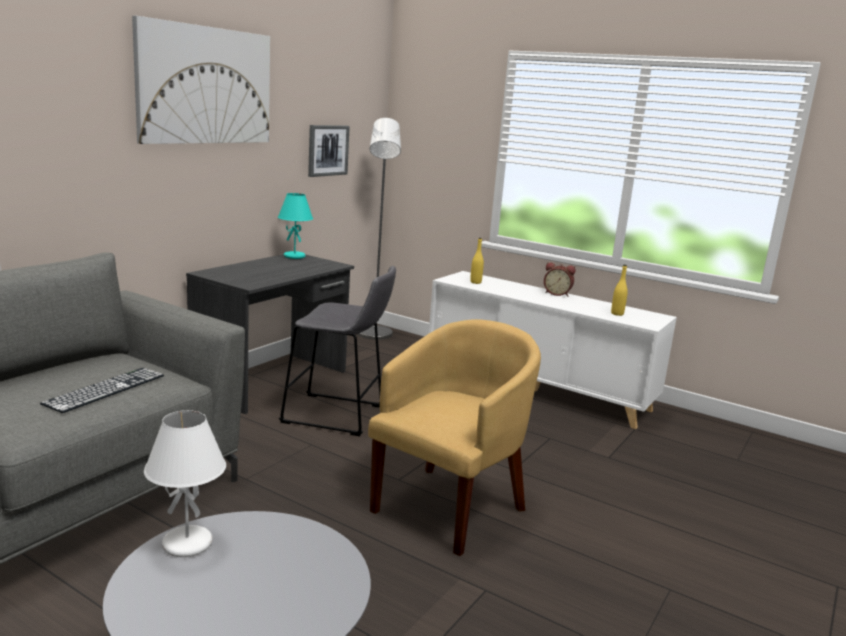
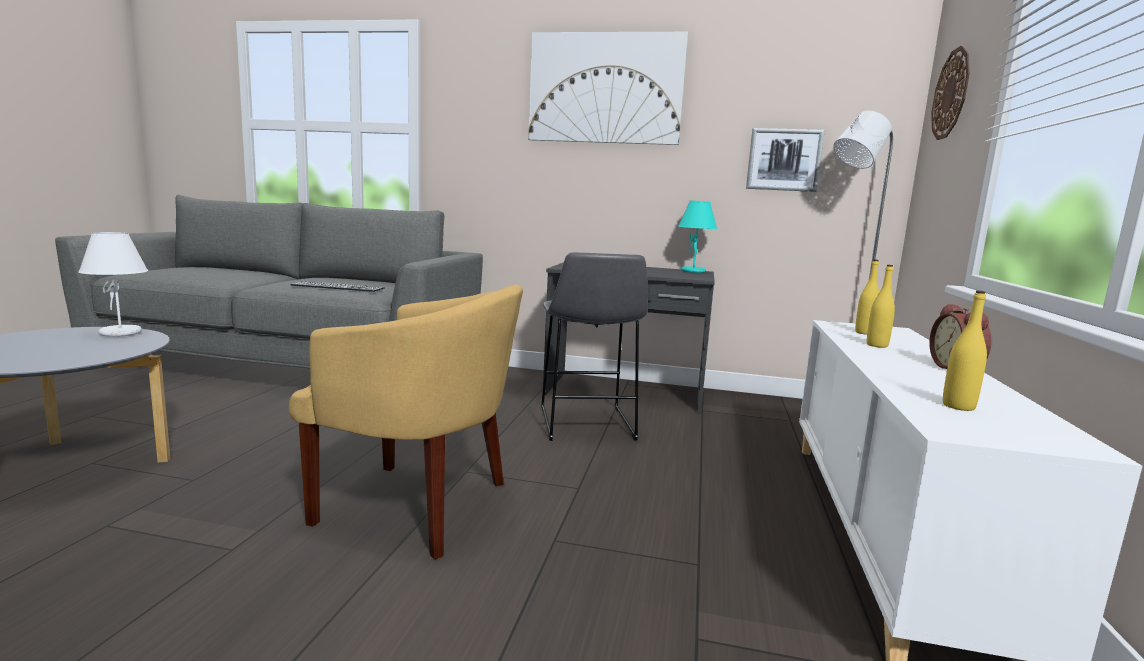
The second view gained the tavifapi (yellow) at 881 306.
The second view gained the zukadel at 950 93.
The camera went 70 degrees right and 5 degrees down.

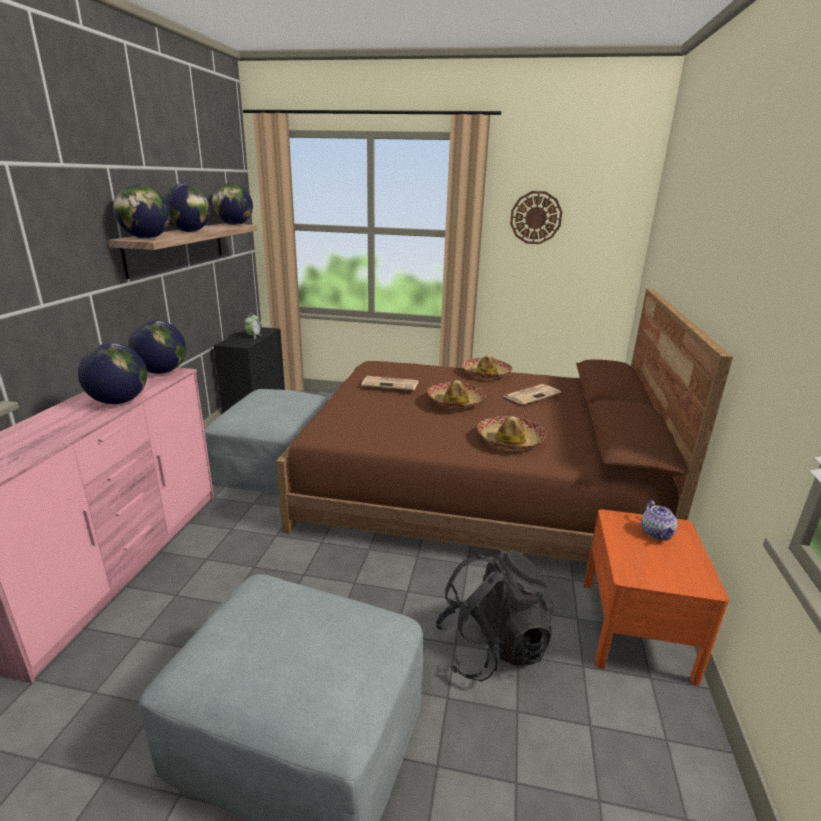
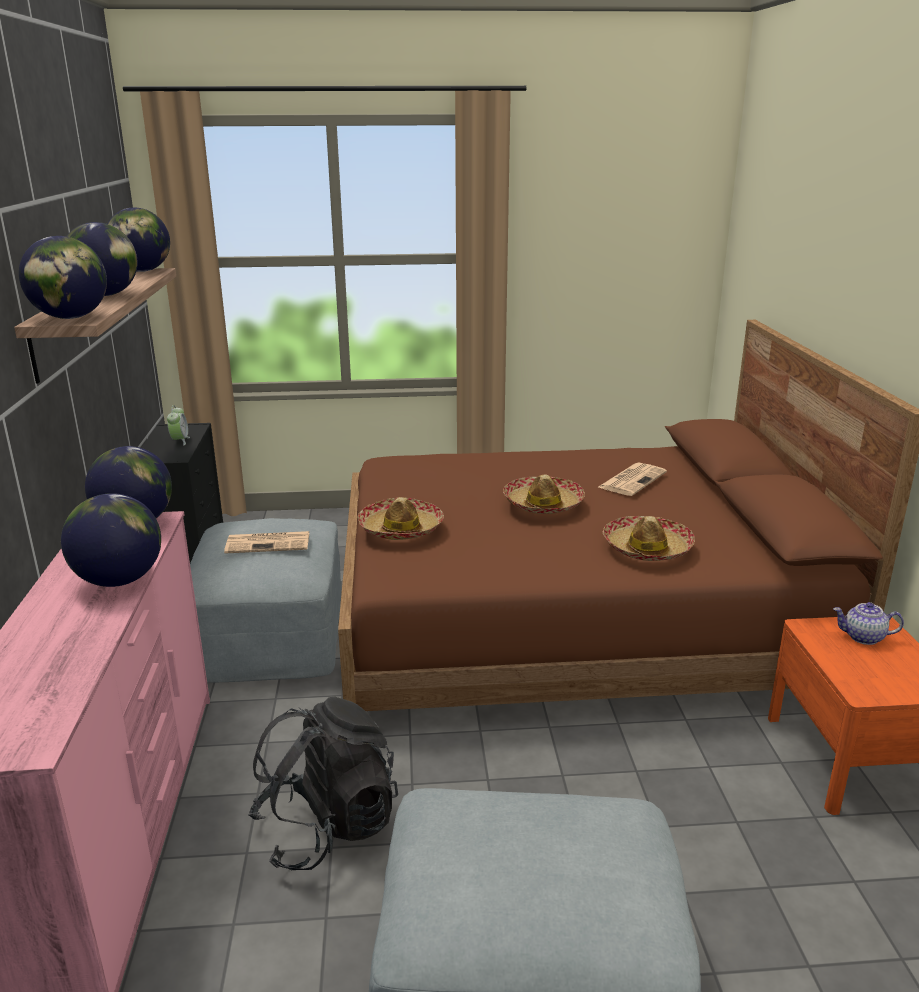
The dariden ended up elsewhere, having gone from 390 383 to 266 542.
The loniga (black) ended up elsewhere, having gone from 495 616 to 323 784.
The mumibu ended up elsewhere, having gone from 487 367 to 400 518.
The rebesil at 659 520 ended up facing another way, 120 degrees clockwise from before.
The second view lost the zukadel at 536 217.
The camera went 15 degrees left and 0 degrees up.

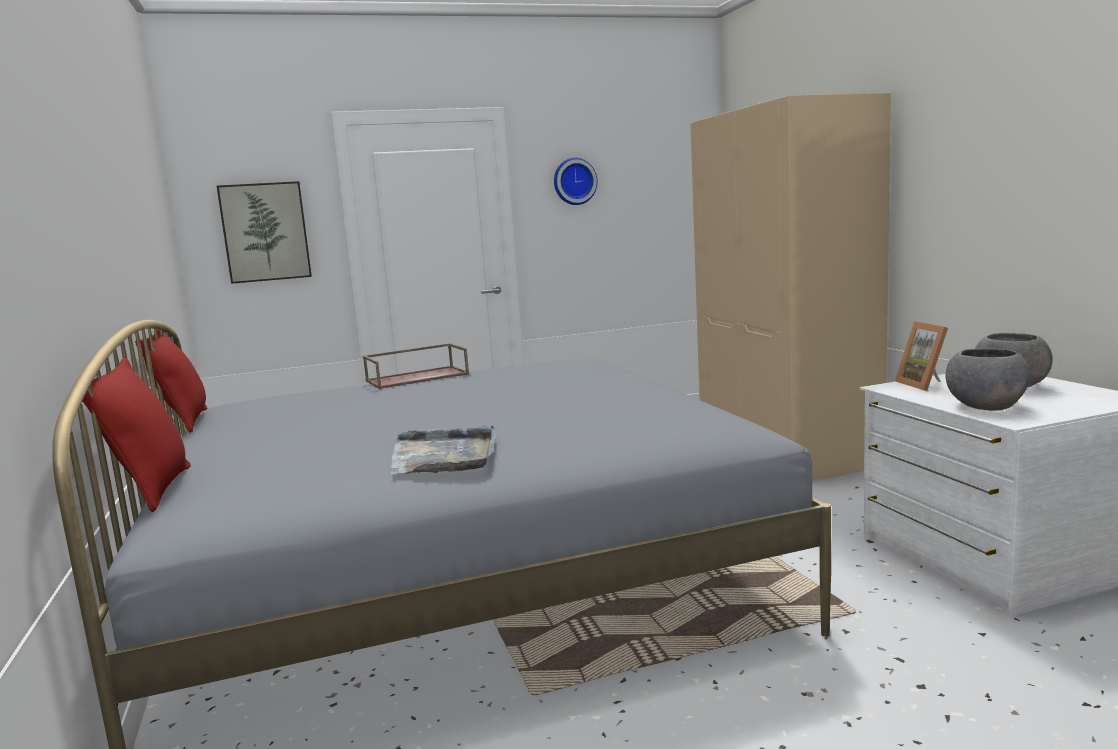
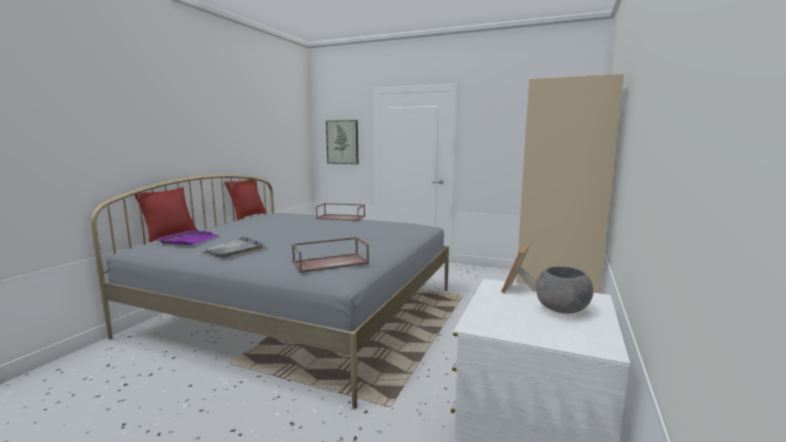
The second view gained the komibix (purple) at 189 237.
The second view gained the komibix (brown) at 330 255.
The second view lost the zukadel at 575 181.
The second view lost the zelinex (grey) at 987 379.
The camera went 40 degrees right and 0 degrees up.

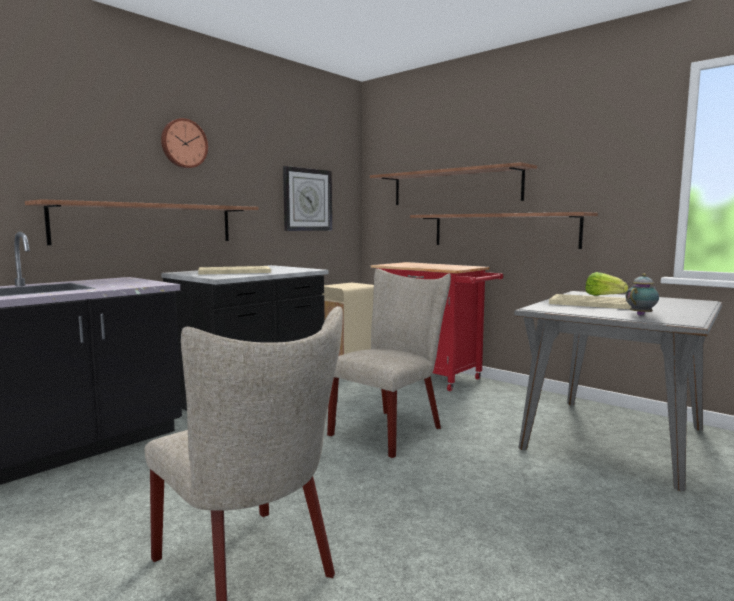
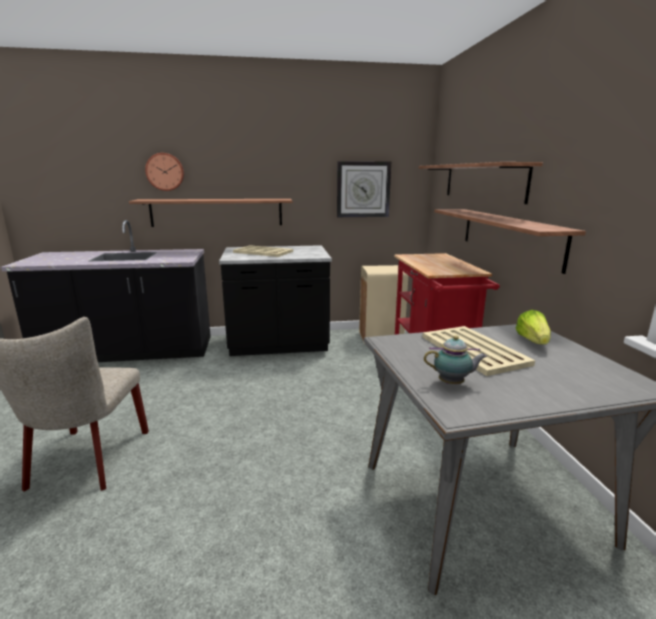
The zukadel ended up elsewhere, having gone from 184 143 to 164 172.
The second view lost the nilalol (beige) at 389 363.
The camera went 40 degrees right and 10 degrees up.

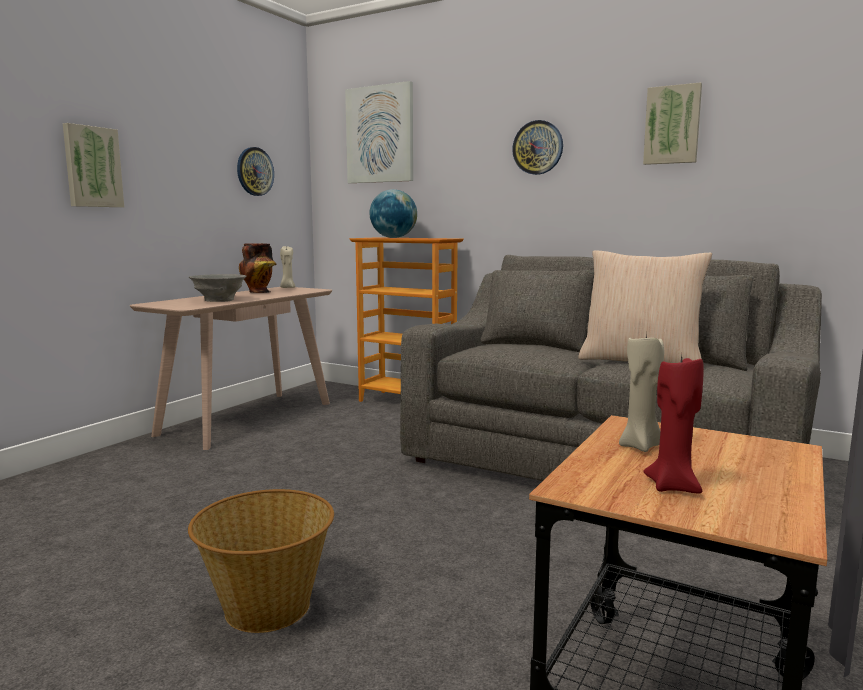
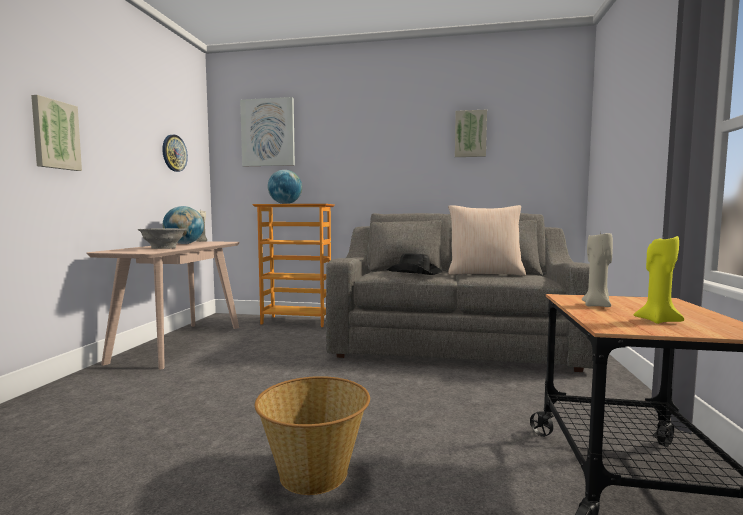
Where the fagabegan stood at 258 268, the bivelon came to stand at 183 225.
The second view gained the mumibu (black) at 414 264.
What was the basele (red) at 673 424 turned into the basele (yellow) at 658 279.
The second view lost the zukadel at 537 147.
The camera went 20 degrees left and 5 degrees down.

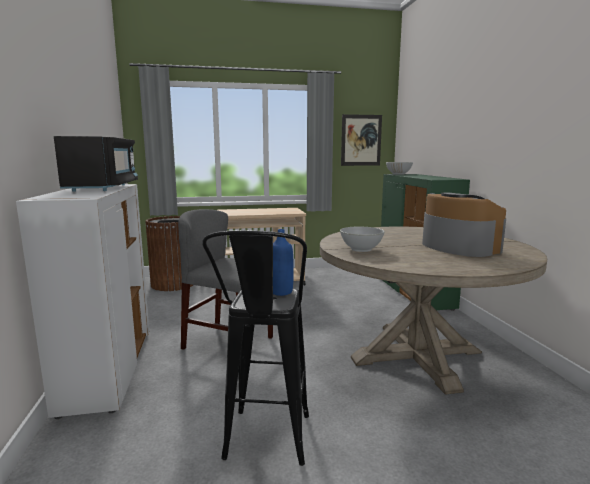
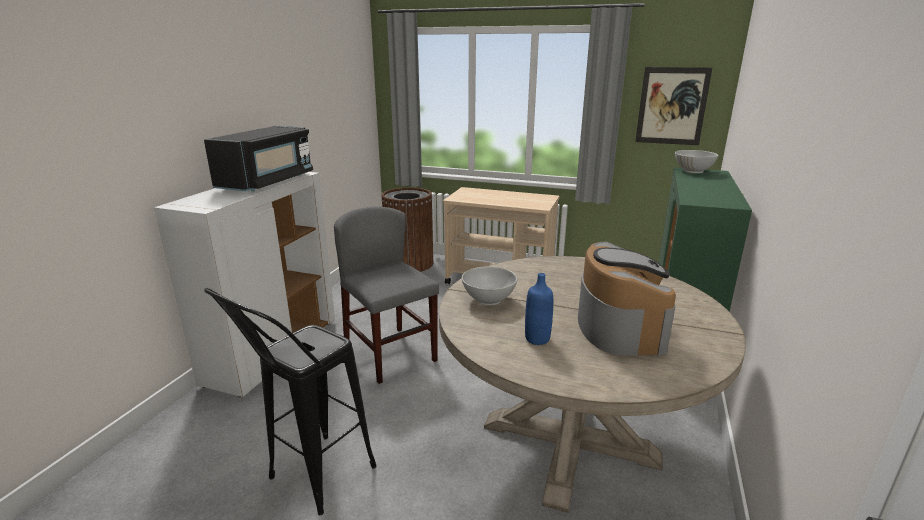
The tavifapi (blue) ended up elsewhere, having gone from 283 262 to 539 309.
The camera went 30 degrees right and 10 degrees up.

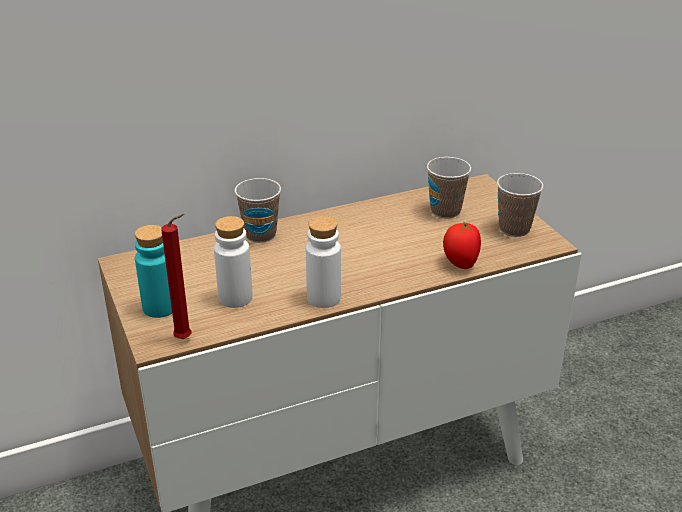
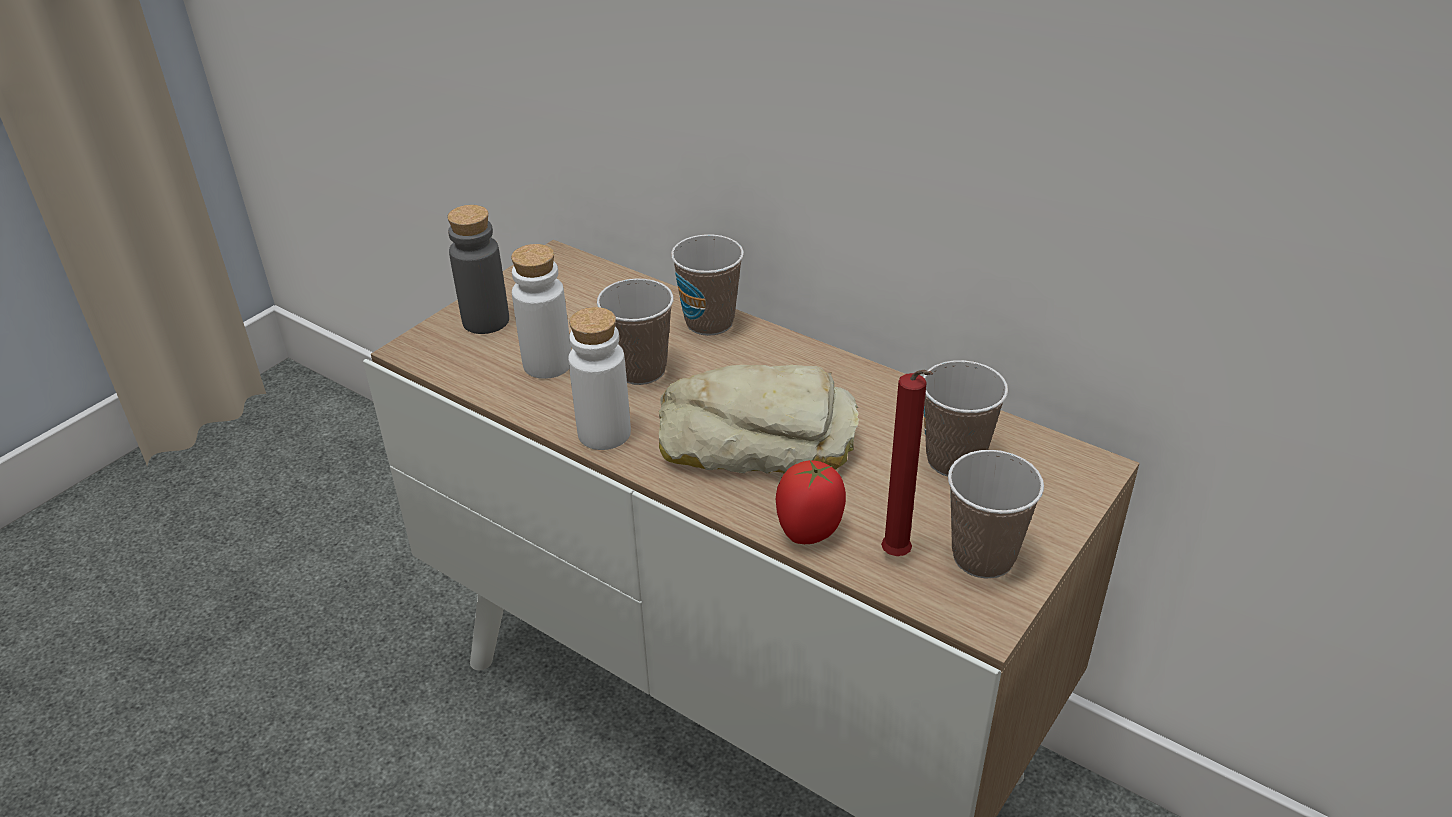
What was the tavifapi (turquoise) at 153 271 turned into the tavifapi (grey) at 478 269.
The second view gained the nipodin at 635 331.
The second view gained the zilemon at 759 419.
The basele (red) ended up elsewhere, having gone from 176 276 to 907 463.
The camera went 60 degrees right and 5 degrees up.

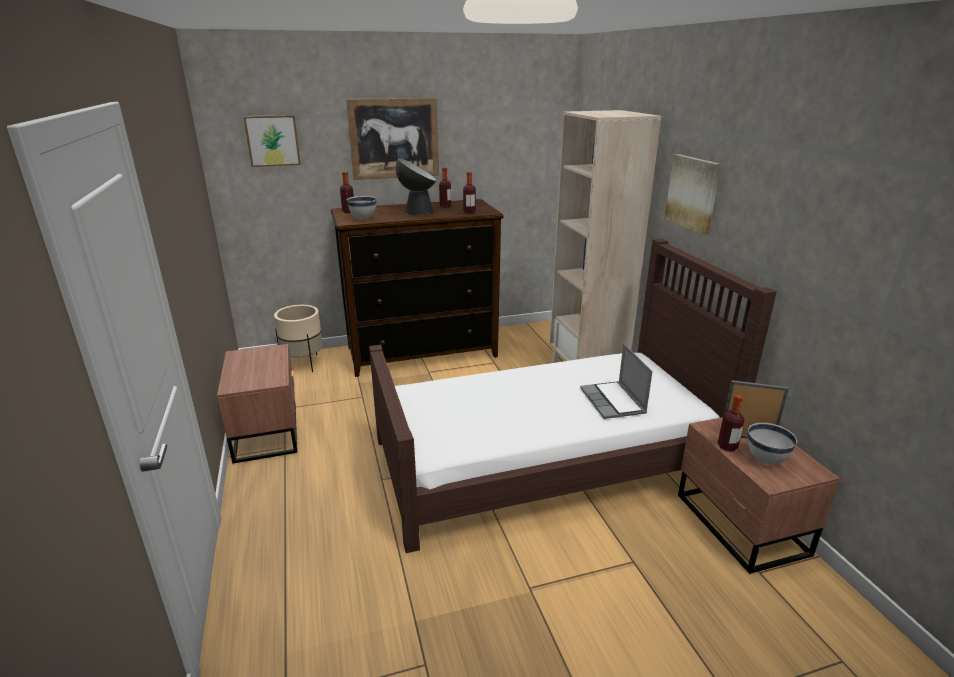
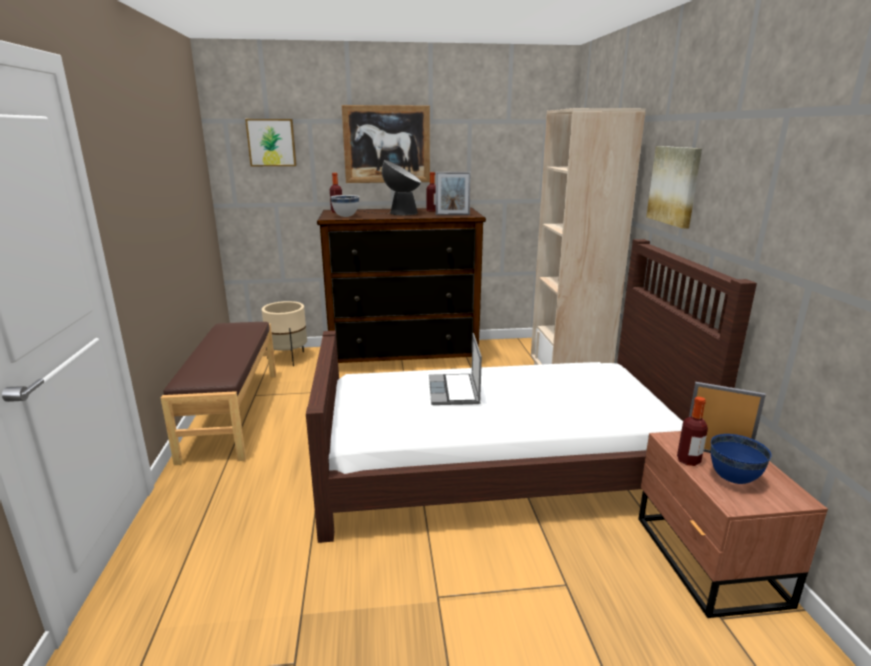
Where the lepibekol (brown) stood at 257 404, the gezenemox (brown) came to stand at 218 393.
The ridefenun ended up elsewhere, having gone from 616 381 to 455 369.
Where the tavifapi stood at 469 192, the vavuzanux came to stand at 453 193.
What was the zelinex (white) at 772 443 turned into the zelinex (blue) at 741 459.
The camera went 10 degrees right and 5 degrees down.

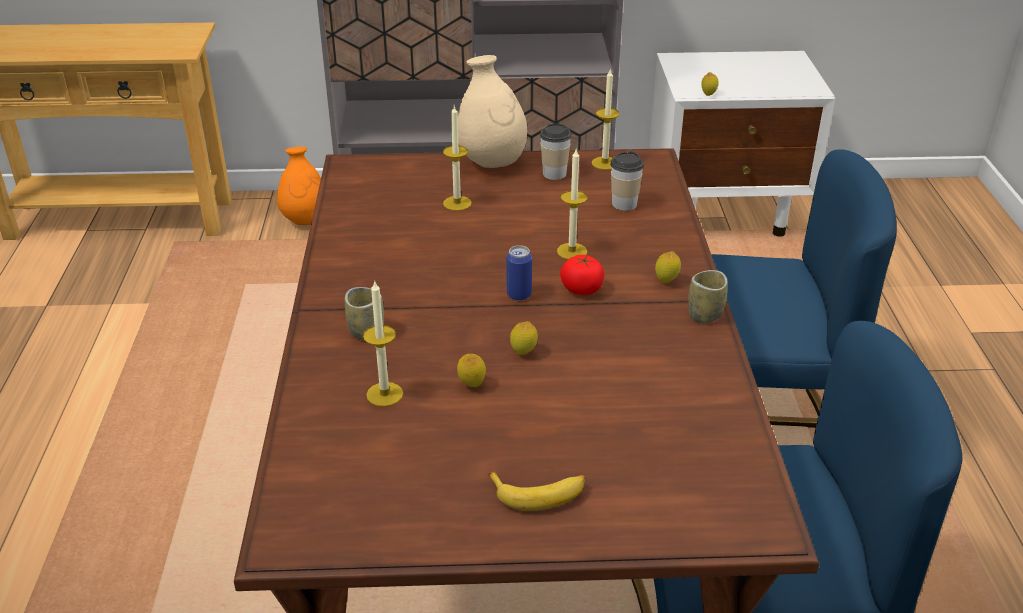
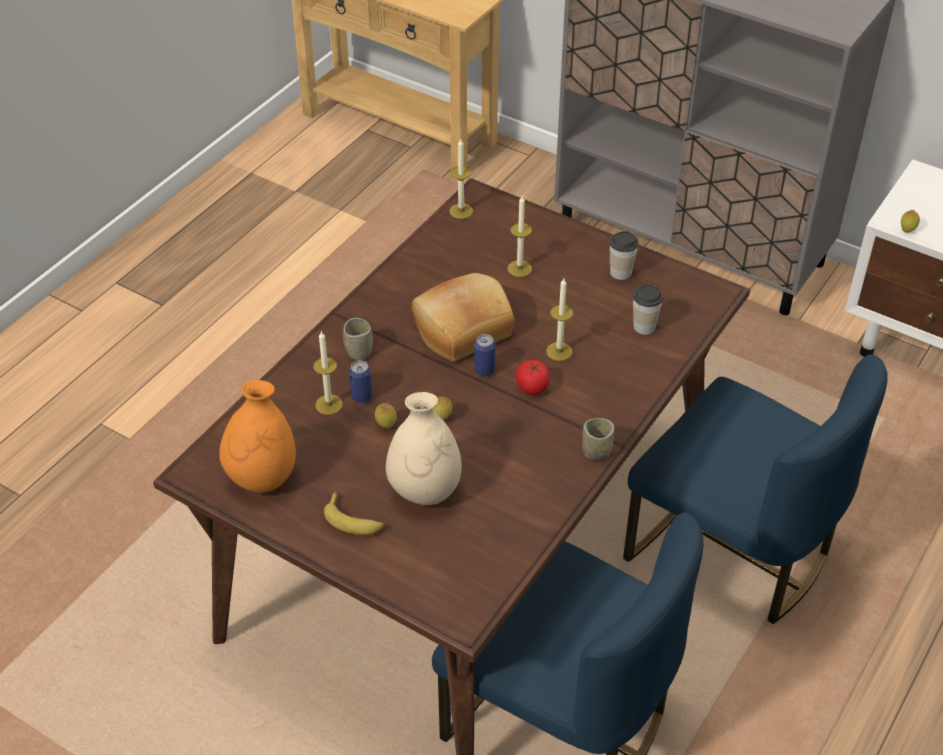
The fagabegan (orange) ended up elsewhere, having gone from 299 186 to 257 436.
The second view gained the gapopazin at 360 381.
The fagabegan (beige) ended up elsewhere, having gone from 492 111 to 424 448.
The second view gained the zilemon at 463 317.
The basele ended up elsewhere, having gone from 605 120 to 461 179.
The second view lost the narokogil at 668 267.
The camera went 35 degrees right and 10 degrees up.

